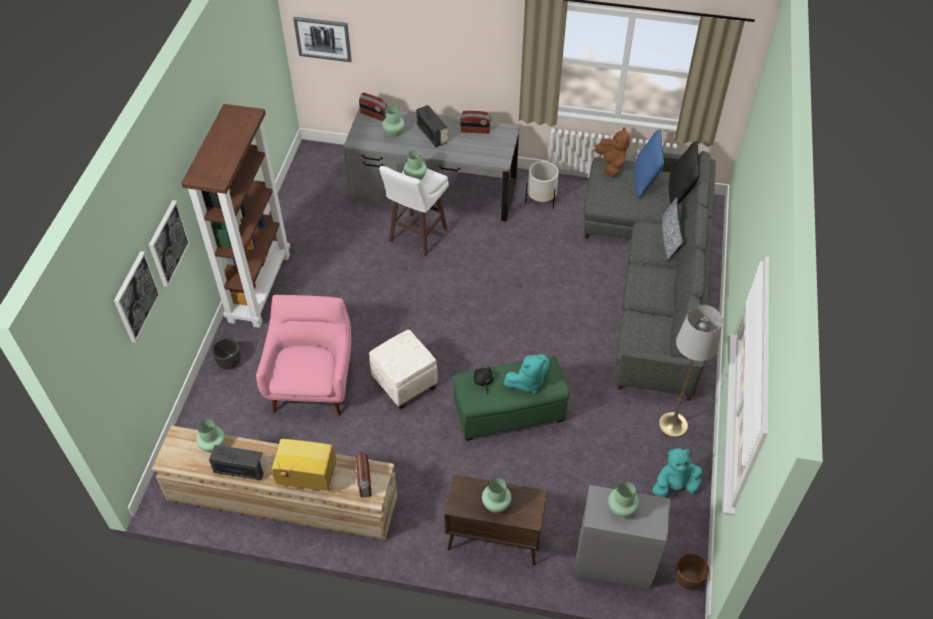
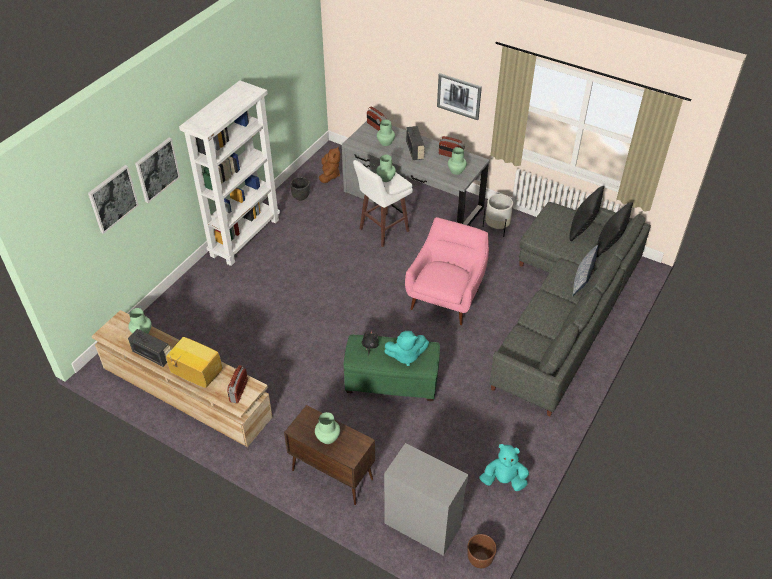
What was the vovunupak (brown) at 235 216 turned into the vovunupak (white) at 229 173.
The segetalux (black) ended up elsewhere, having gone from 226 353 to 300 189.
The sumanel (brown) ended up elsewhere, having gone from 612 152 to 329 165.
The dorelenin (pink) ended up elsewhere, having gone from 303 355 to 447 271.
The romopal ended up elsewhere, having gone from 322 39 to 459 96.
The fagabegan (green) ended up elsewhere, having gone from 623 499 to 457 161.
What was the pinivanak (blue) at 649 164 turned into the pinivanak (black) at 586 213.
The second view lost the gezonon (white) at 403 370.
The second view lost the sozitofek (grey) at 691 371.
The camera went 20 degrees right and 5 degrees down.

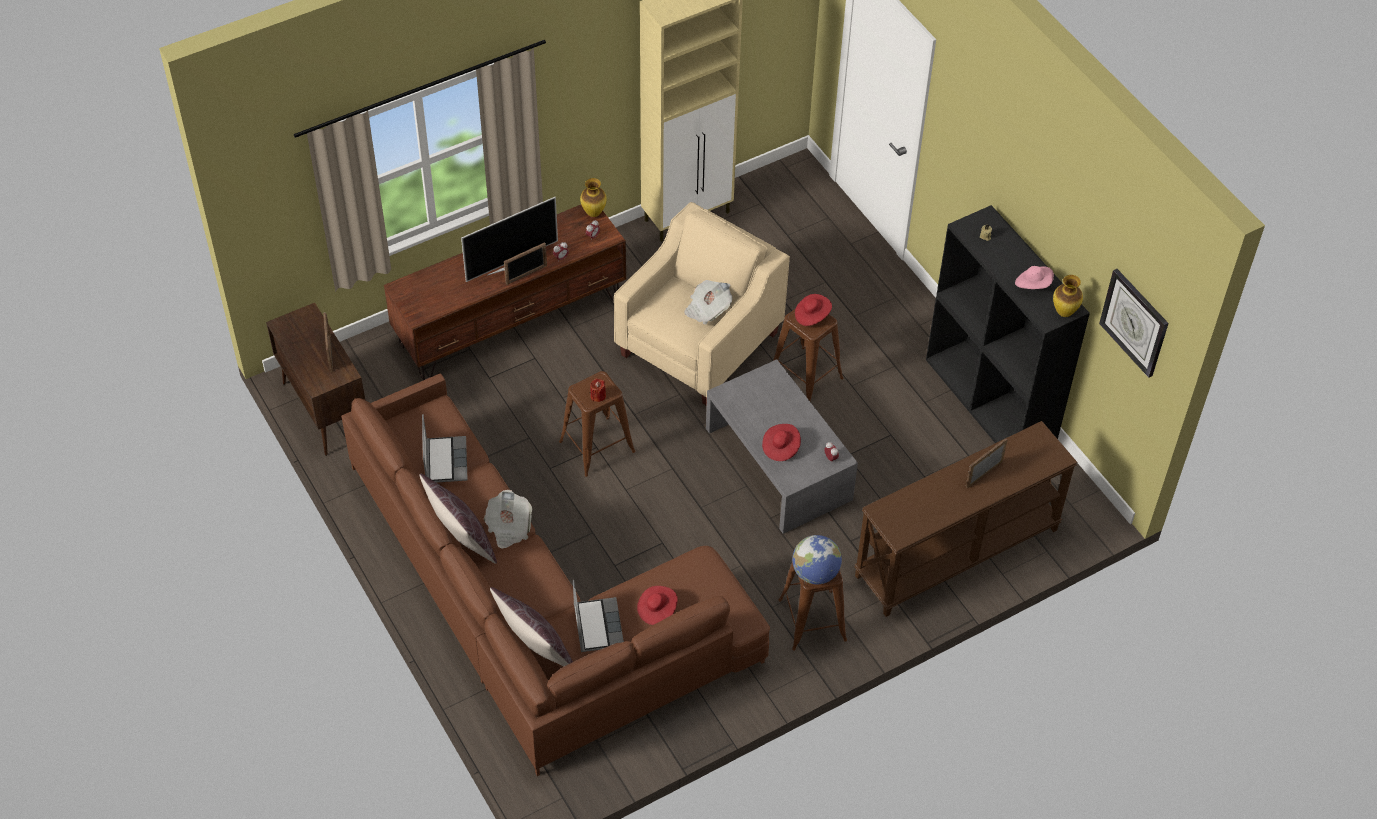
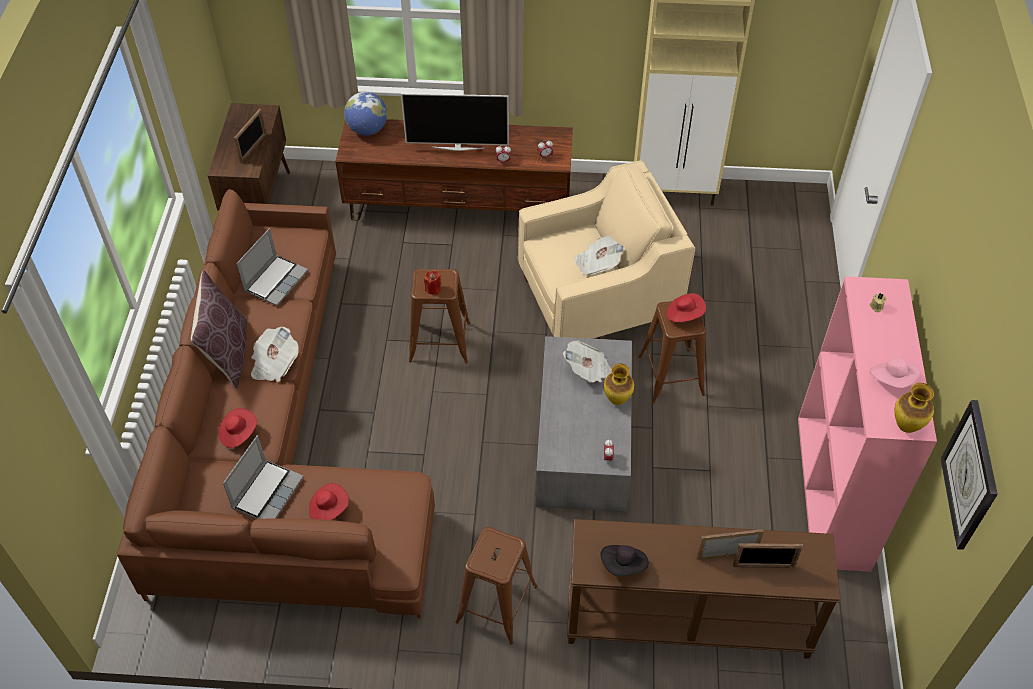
The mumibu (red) ended up elsewhere, having gone from 781 442 to 237 428.
The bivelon ended up elsewhere, having gone from 817 559 to 365 113.
The second view gained the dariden at 587 361.
The second view gained the mumibu (black) at 624 560.
The fagabegan ended up elsewhere, having gone from 593 197 to 619 384.
The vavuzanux ended up elsewhere, having gone from 525 263 to 768 555.
What was the vovunupak (black) at 1008 324 turned into the vovunupak (pink) at 867 424.
The second view lost the pinivanak (brown) at 531 626.
The camera went 35 degrees right and 0 degrees up.

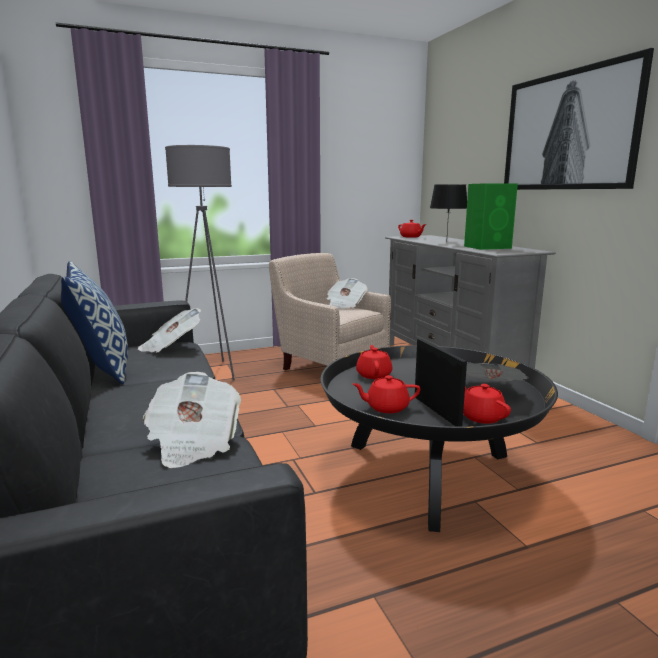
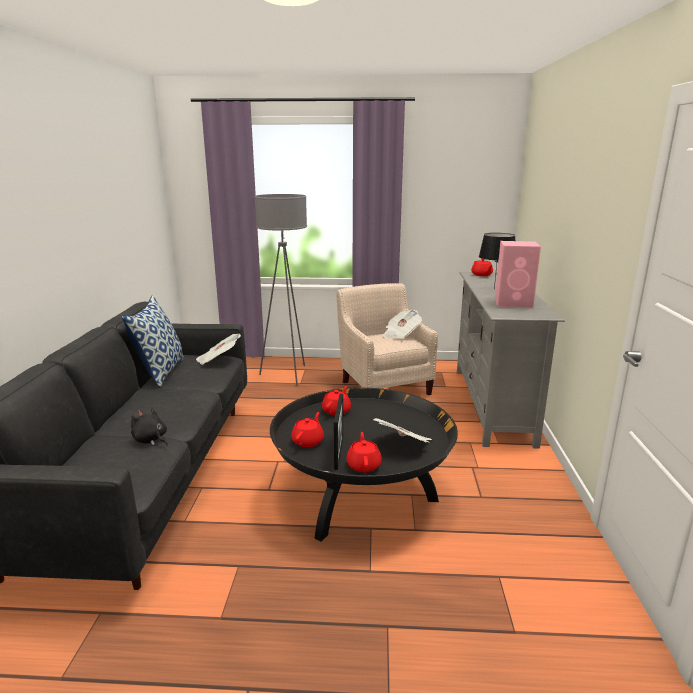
Where the dariden stood at 192 420, the sumanel (black) came to stand at 149 426.
The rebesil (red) at 386 394 ended up facing another way, 90 degrees clockwise from before.
What was the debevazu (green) at 491 216 turned into the debevazu (pink) at 518 274.
The second view lost the romopal at 579 119.
The camera went 25 degrees right and 5 degrees up.

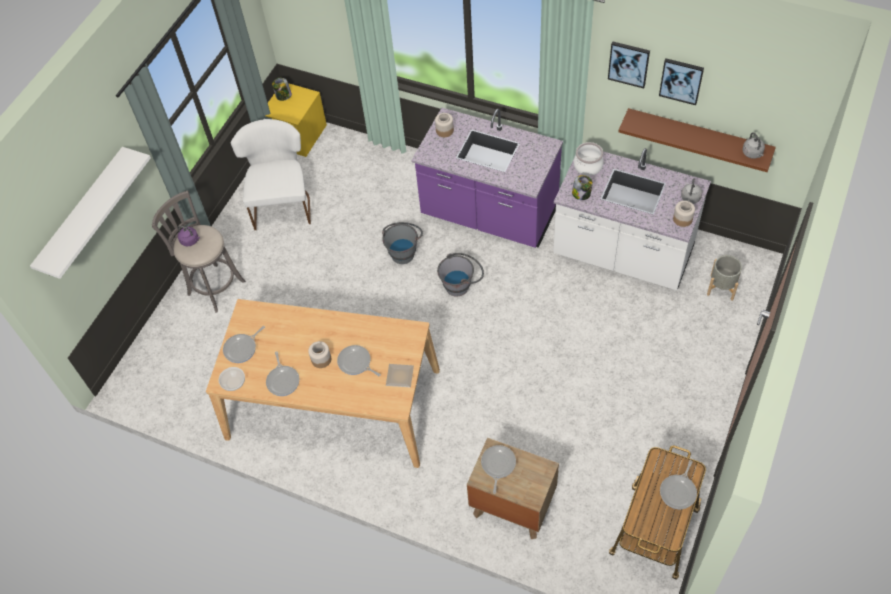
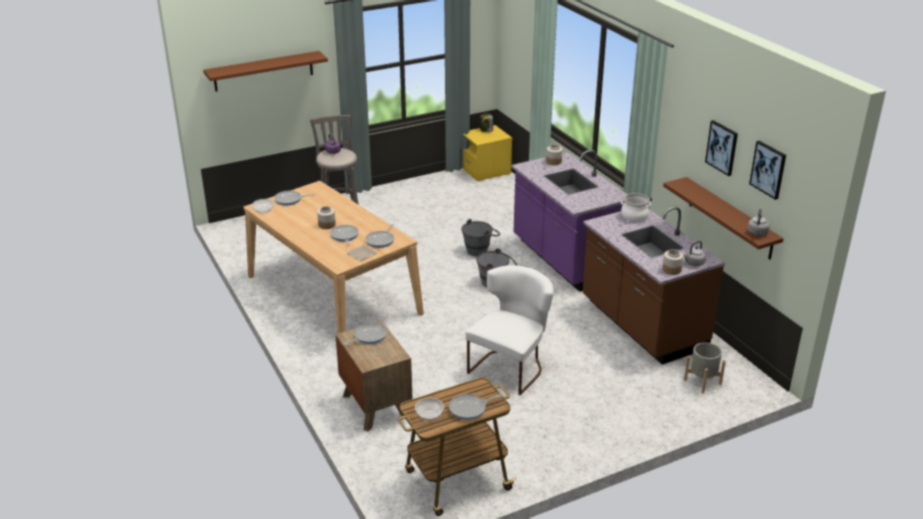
What was the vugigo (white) at 90 213 turned into the vugigo (brown) at 265 71.
The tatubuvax ended up elsewhere, having gone from 282 374 to 379 236.
The second view gained the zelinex at 429 409.
The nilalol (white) ended up elsewhere, having gone from 271 174 to 510 330.
What was the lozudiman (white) at 632 219 turned into the lozudiman (brown) at 653 286.
The romopal ended up elsewhere, having gone from 629 65 to 767 170.
The second view lost the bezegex at 582 187.
The camera went 35 degrees right and 25 degrees down.

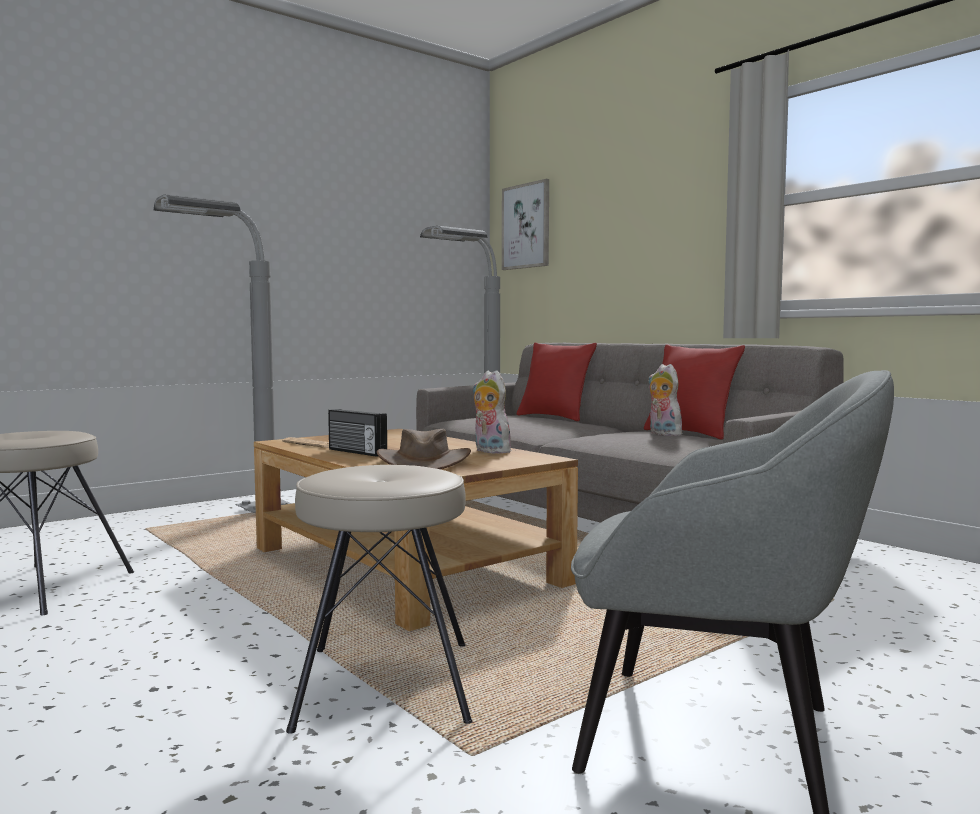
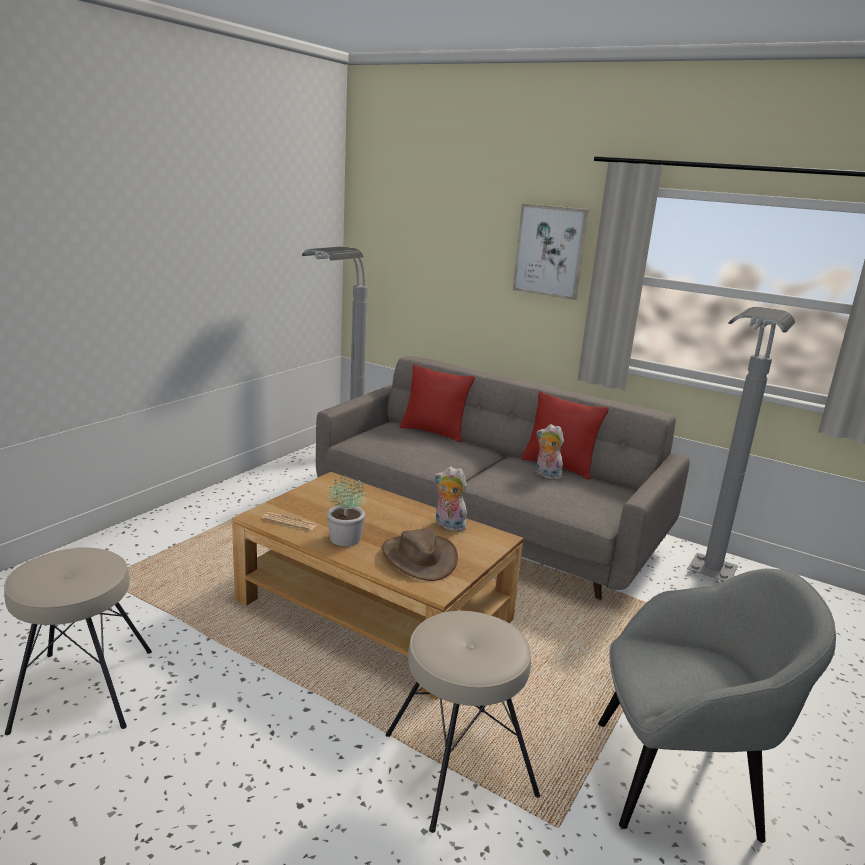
Where the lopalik stood at 357 433, the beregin came to stand at 346 510.
The romopal ended up elsewhere, having gone from 525 224 to 551 251.
The sozitofek (grey) ended up elsewhere, having gone from 223 353 to 741 444.
The camera went 20 degrees left and 15 degrees up.

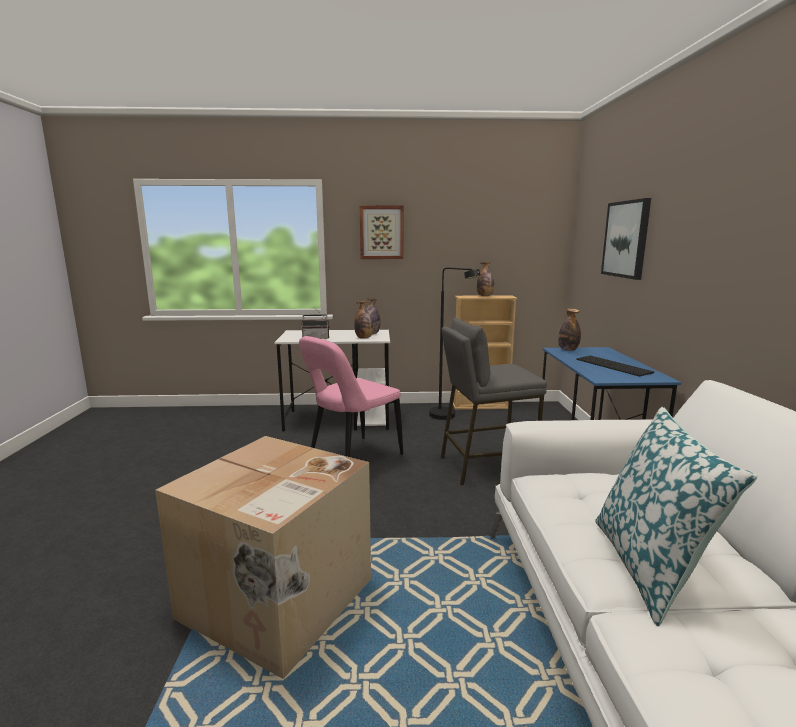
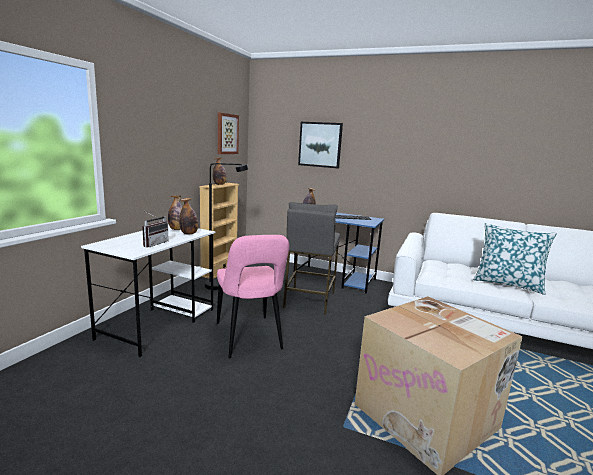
The romopal ended up elsewhere, having gone from 382 232 to 228 133.
The camera went 65 degrees left and 0 degrees up.

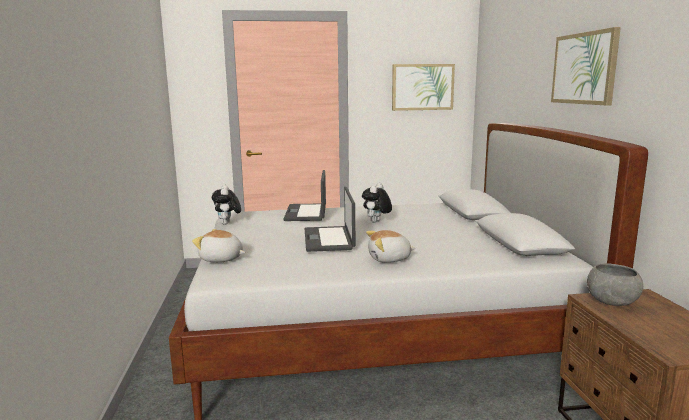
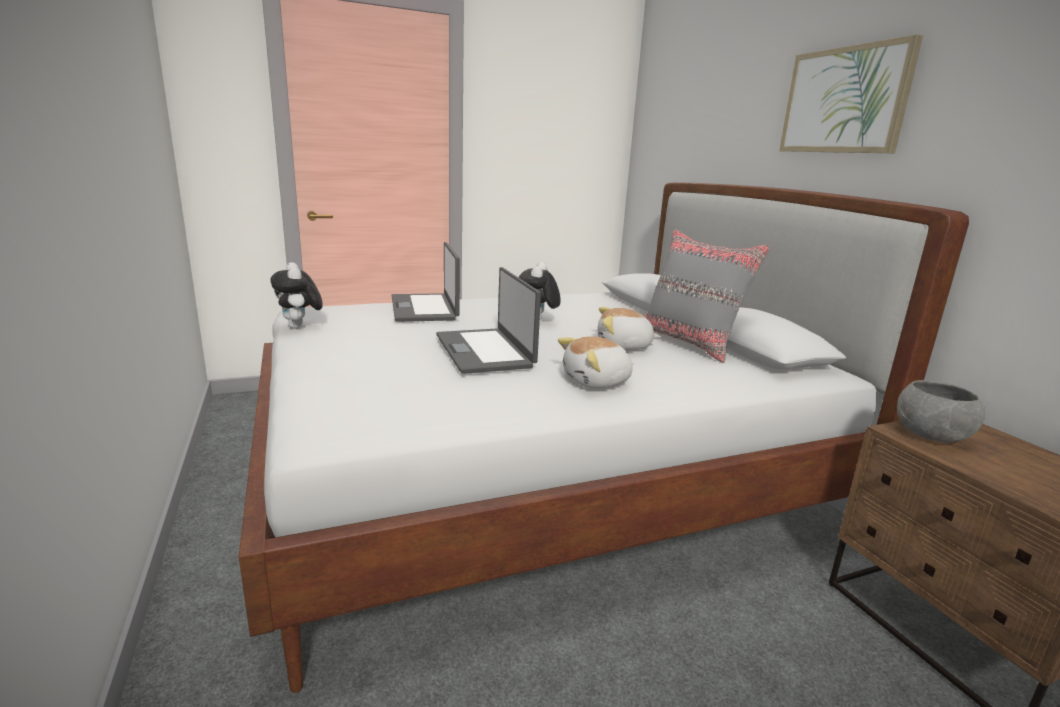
The sumanel ended up elsewhere, having gone from 219 245 to 629 328.
The second view gained the pinivanak (grey) at 708 296.
The second view lost the romopal at 423 87.
The camera went 15 degrees left and 5 degrees up.

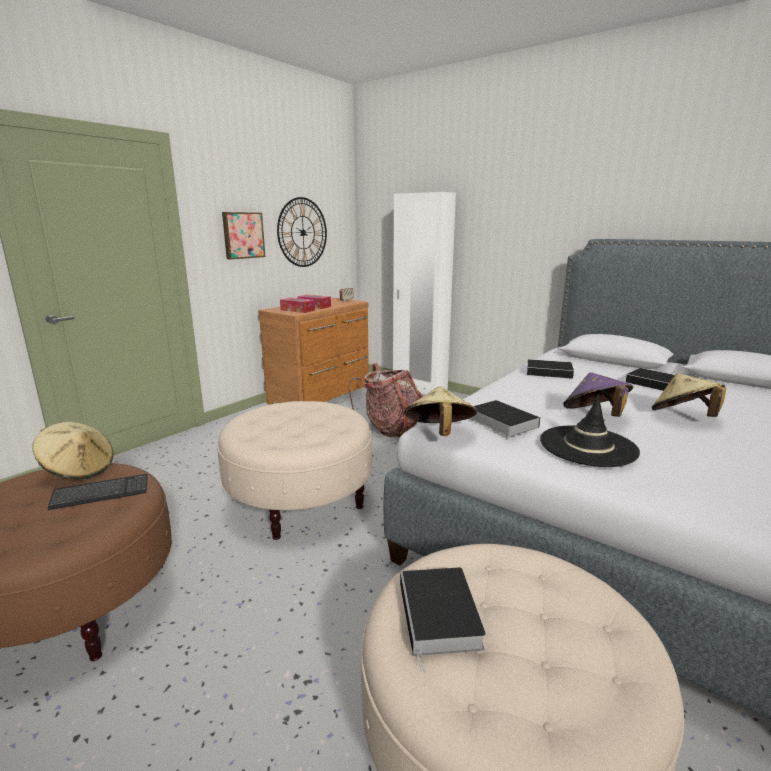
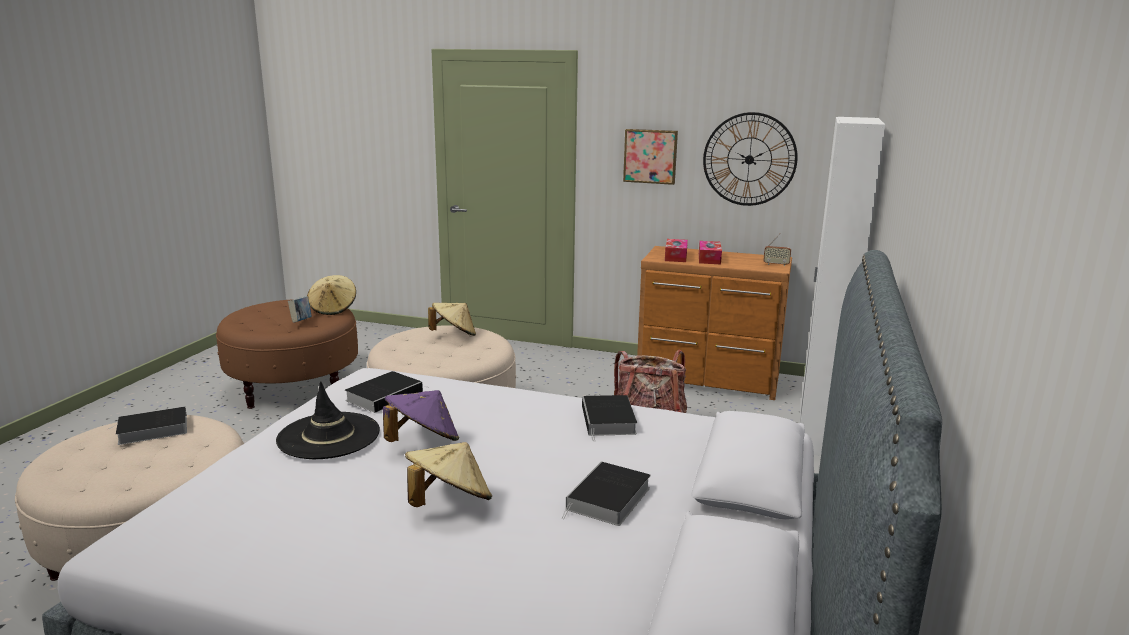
Where the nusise stood at 98 492, the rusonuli came to stand at 300 310.
The mumibu (beige) ended up elsewhere, having gone from 440 411 to 452 319.
The camera went 70 degrees right and 0 degrees up.

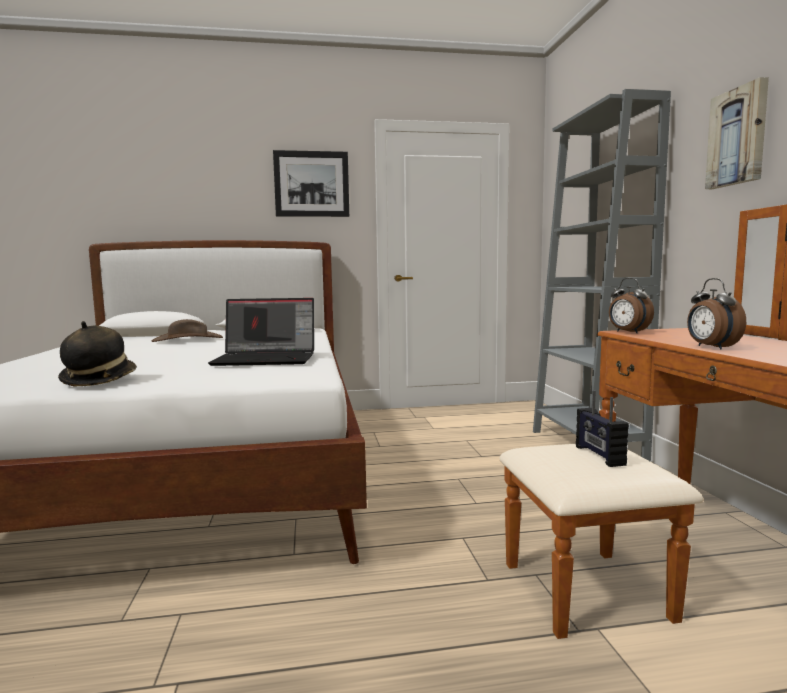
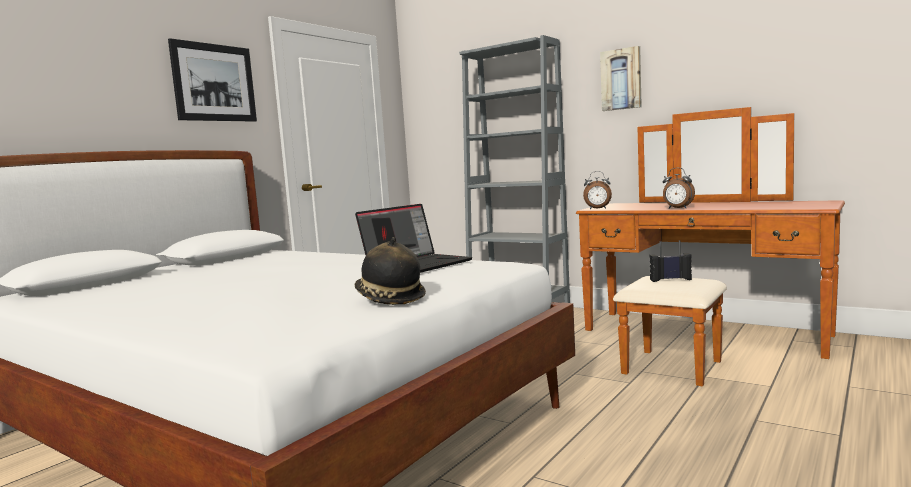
The lopalik at 602 428 ended up facing another way, 150 degrees clockwise from before.
The second view lost the mumibu (brown) at 187 330.
The camera went 45 degrees left and 0 degrees up.

